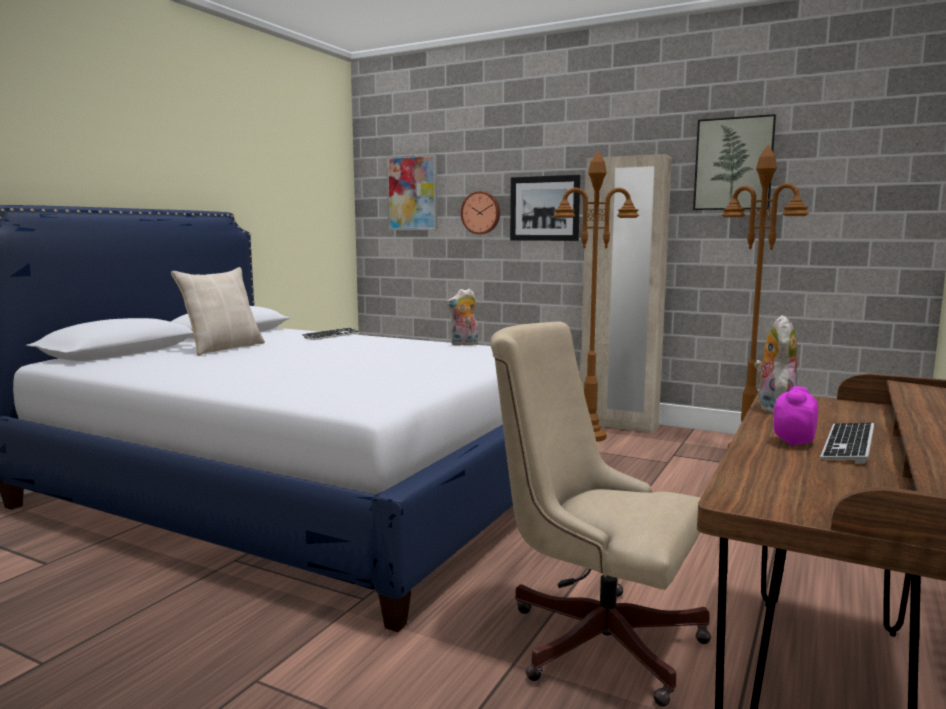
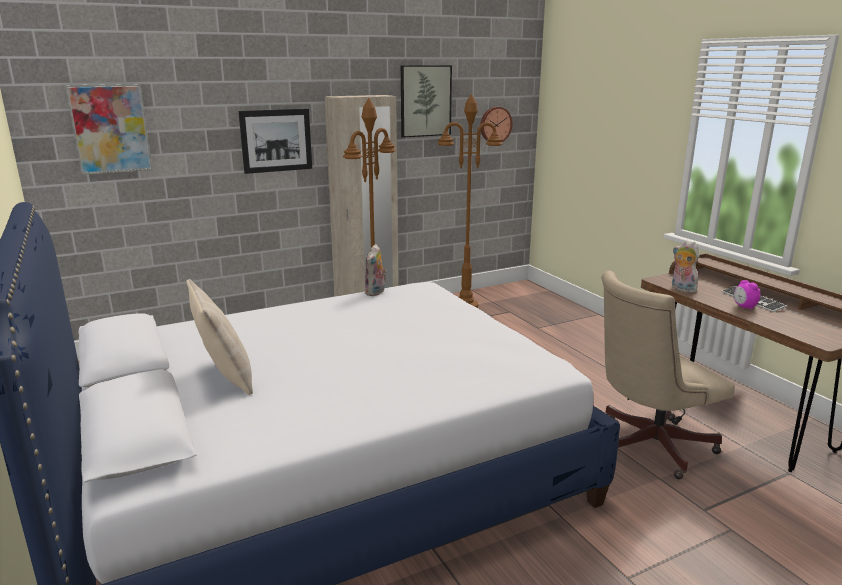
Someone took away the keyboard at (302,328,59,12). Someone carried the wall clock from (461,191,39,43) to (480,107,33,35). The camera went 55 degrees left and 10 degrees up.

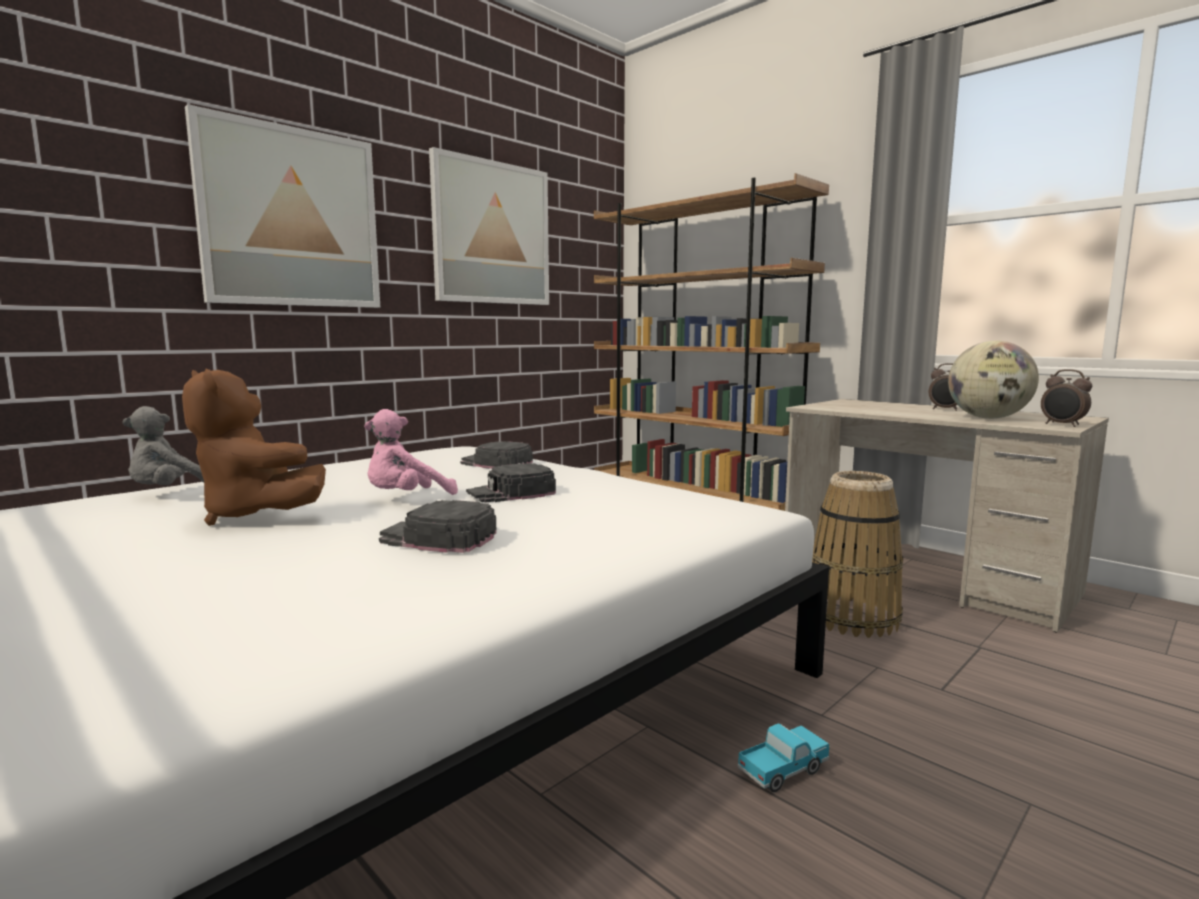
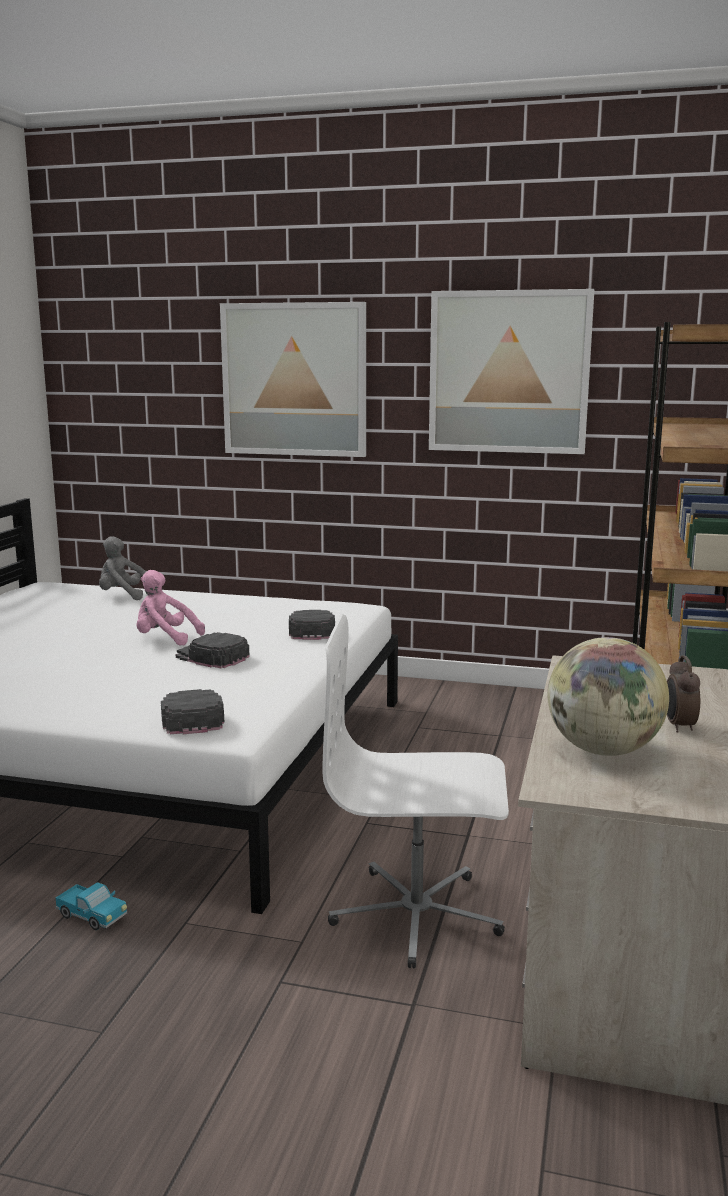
Someone took away the plush toy (brown) at (182,369,144,157). Someone carried the cap (black) from (379,500,118,53) to (161,689,63,45). Someone swapped the basket at (812,471,91,167) for the office chair (white) at (323,614,186,355). Someone took away the alarm clock at (1041,369,51,58). The camera went 60 degrees right and 5 degrees up.

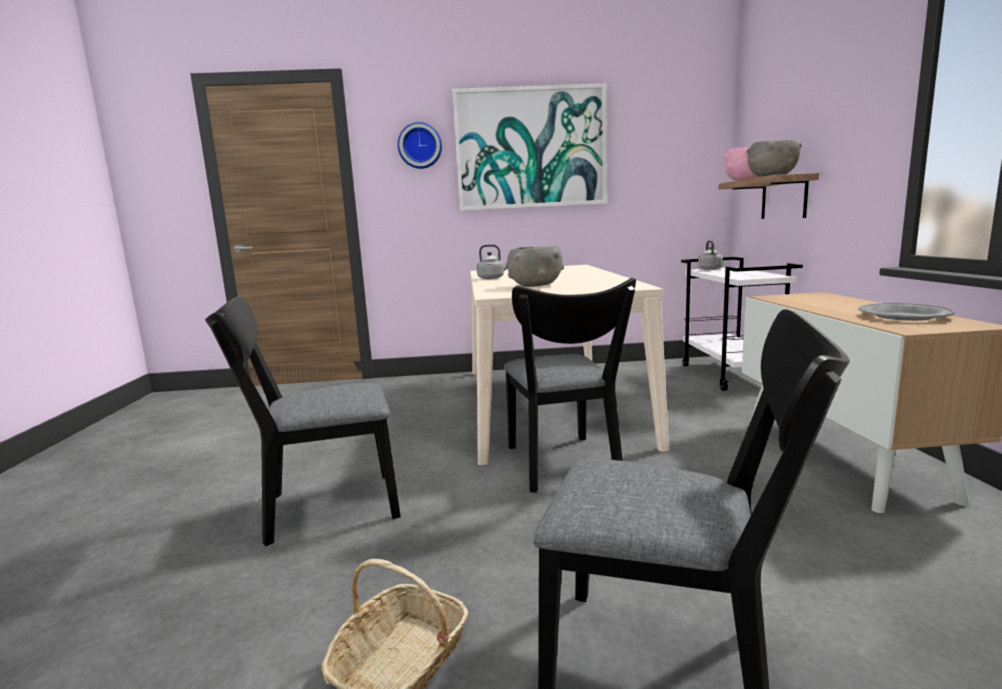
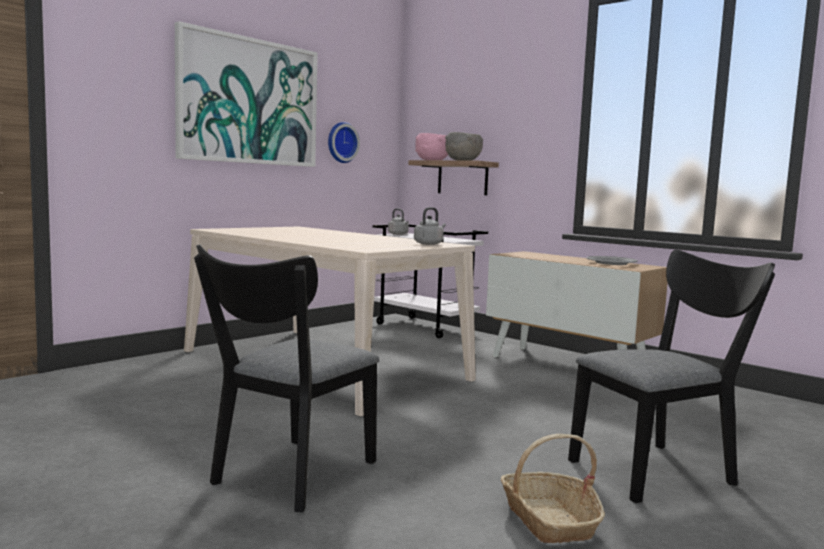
Someone carried the wall clock from (398,122,44,47) to (328,122,32,41). Someone carried the kettle (grey) from (477,244,31,35) to (414,207,32,38). Someone took away the chair (black) at (504,278,132,215). Someone took away the bowl (grey) at (507,245,57,42). The camera went 45 degrees left and 5 degrees down.

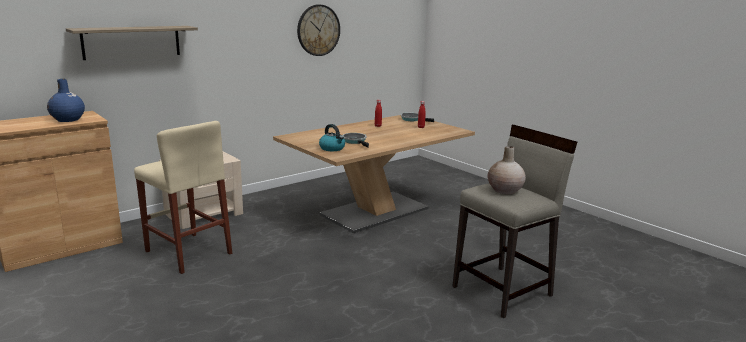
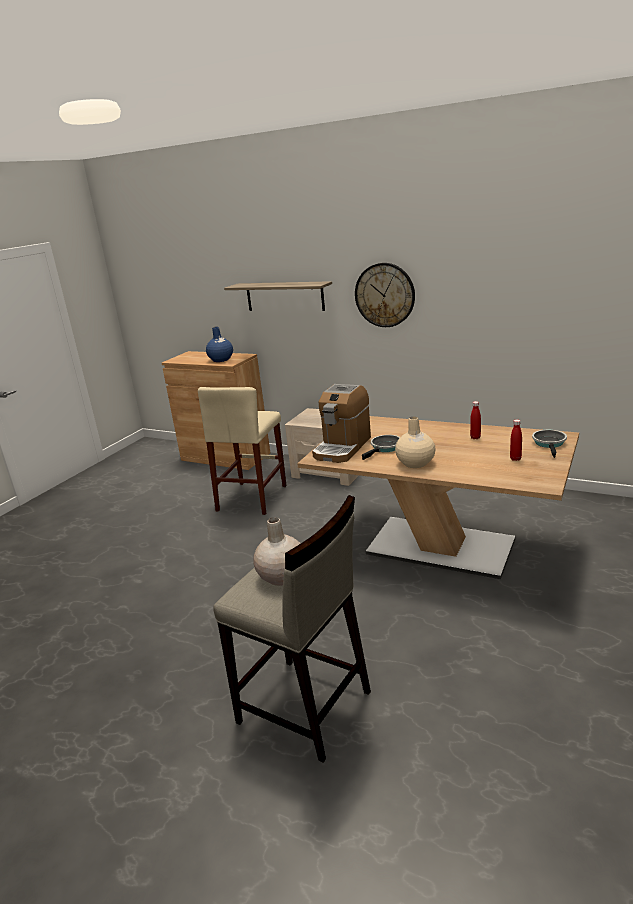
Someone carried the wall clock from (297,4,43,52) to (355,263,60,64). Someone swapped the kettle at (319,124,26,27) for the coffee machine at (312,384,59,79). Someone put down the vase (beige) at (395,417,40,51). The camera went 70 degrees right and 5 degrees up.

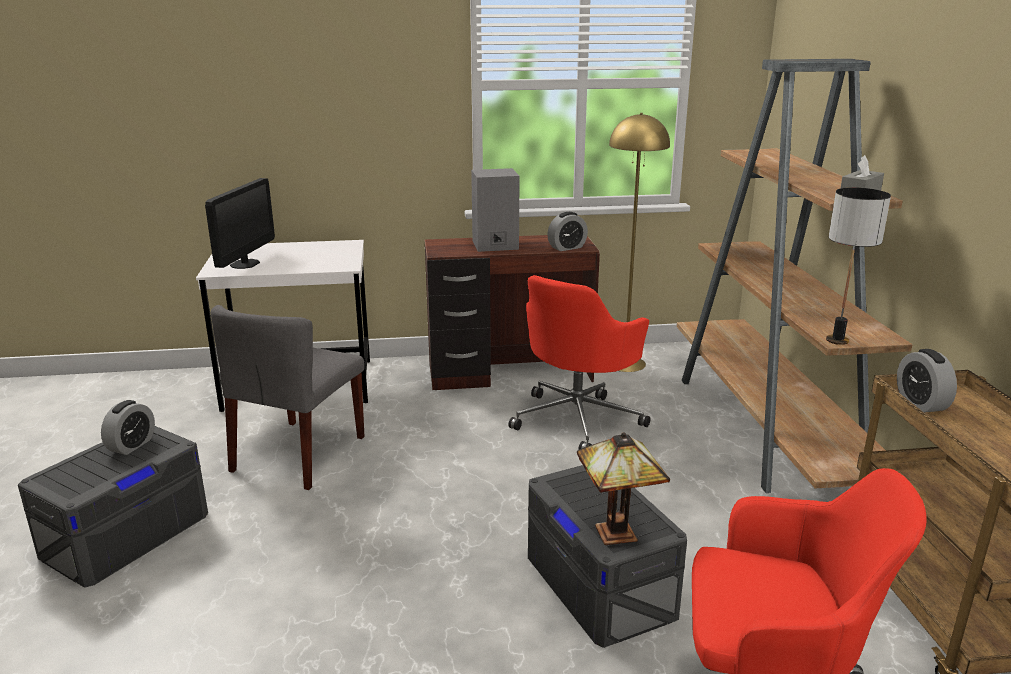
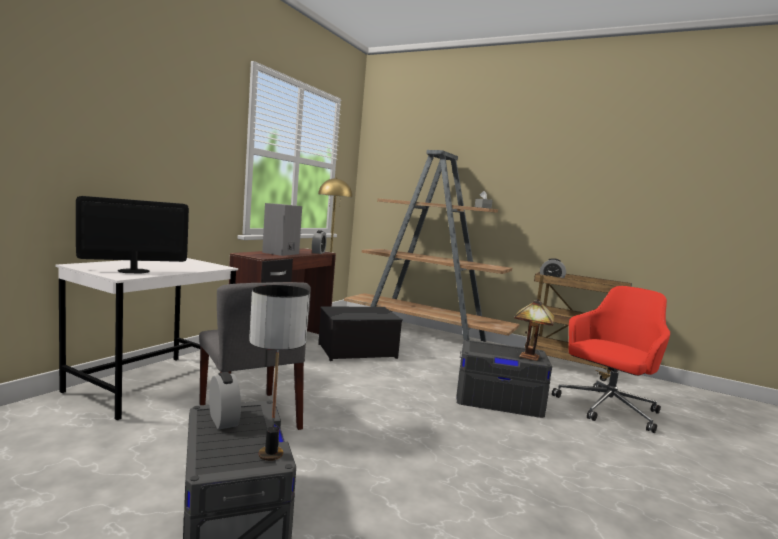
Someone rotated the monitor at (205,178,70,91) by 75 degrees counterclockwise. Someone swapped the office chair (red) at (508,275,142,175) for the storage box at (318,306,85,55). Someone carried the table lamp from (826,187,65,158) to (249,285,61,176). The camera went 55 degrees left and 15 degrees down.

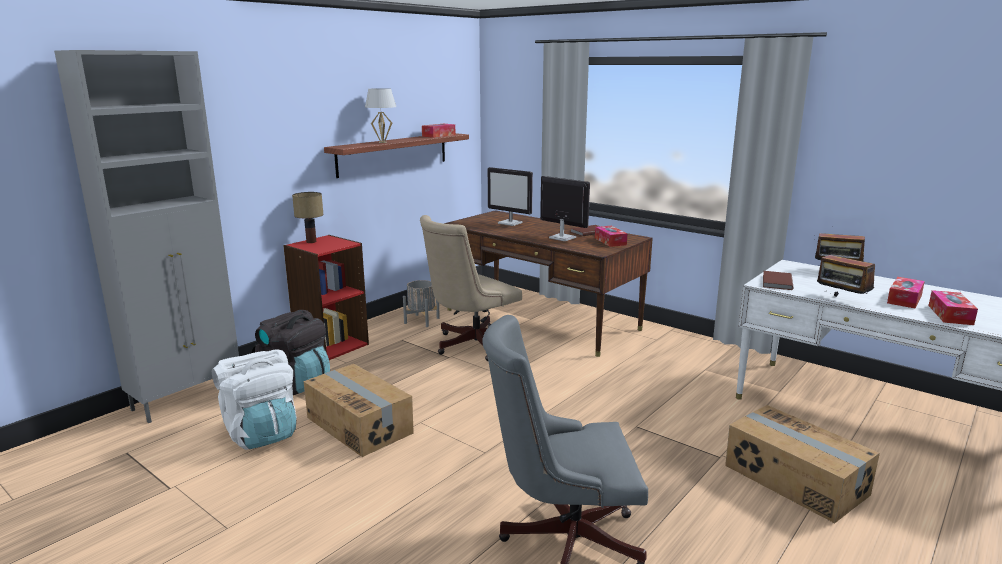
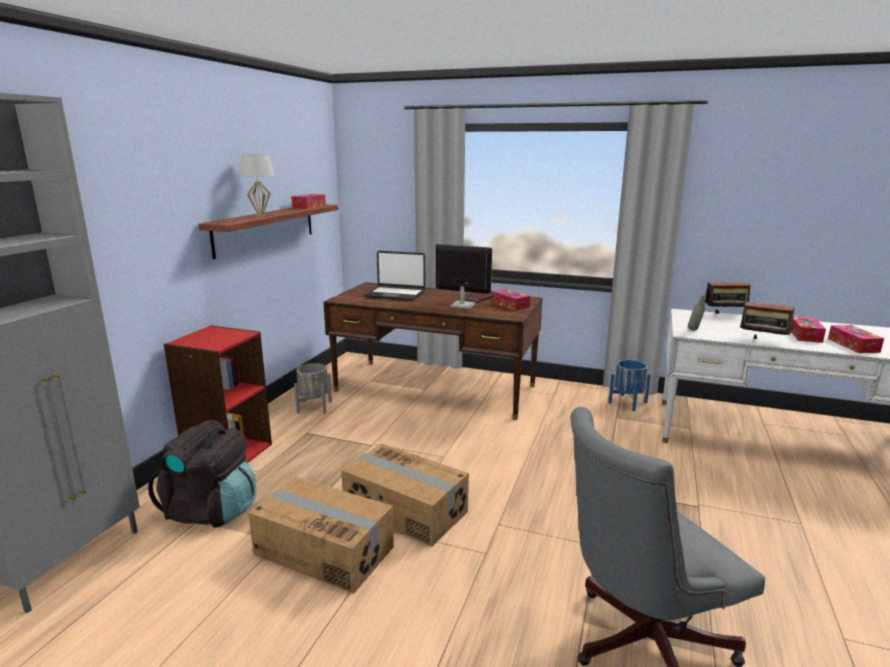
Someone took away the backpack (white) at (212,349,85,101). Someone took away the table lamp at (292,192,31,51). Someone took away the office chair (beige) at (420,215,102,146). Someone swapped the monitor at (488,167,45,59) for the laptop at (364,251,62,50). Someone carried the cardboard box from (725,405,155,118) to (341,443,128,104). Someone swapped the book (brown) at (763,271,30,19) for the bottle (grey) at (688,296,18,35). Someone put down the planter (blue) at (608,360,43,51). The camera went 20 degrees left and 0 degrees up.

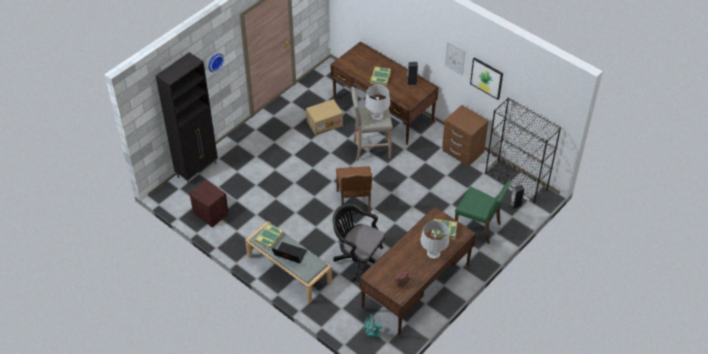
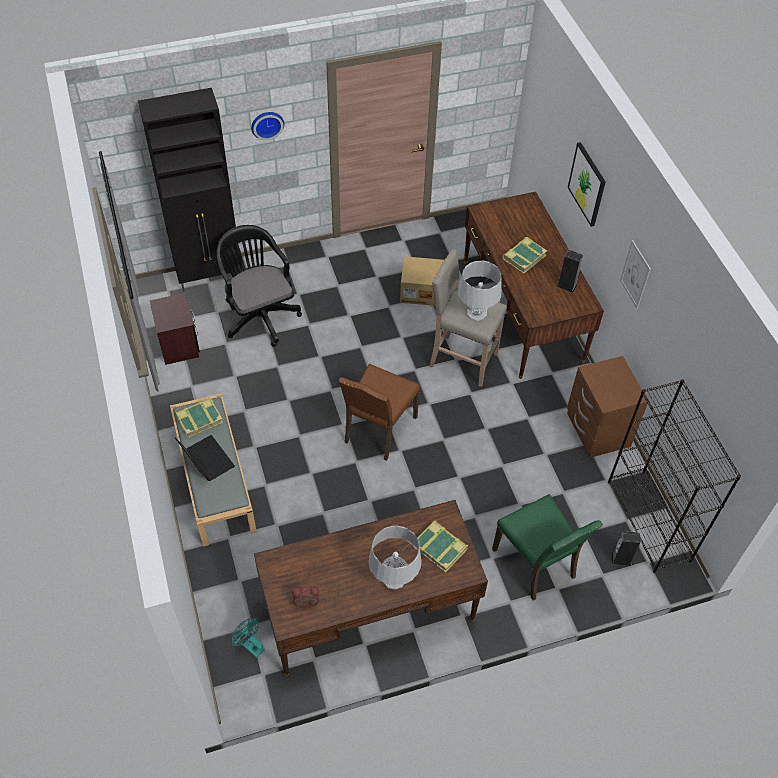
Someone carried the office chair (black) from (332,204,53,78) to (216,225,86,122). Someone carried the picture from (470,57,33,43) to (568,142,38,85). The camera went 30 degrees right and 5 degrees up.

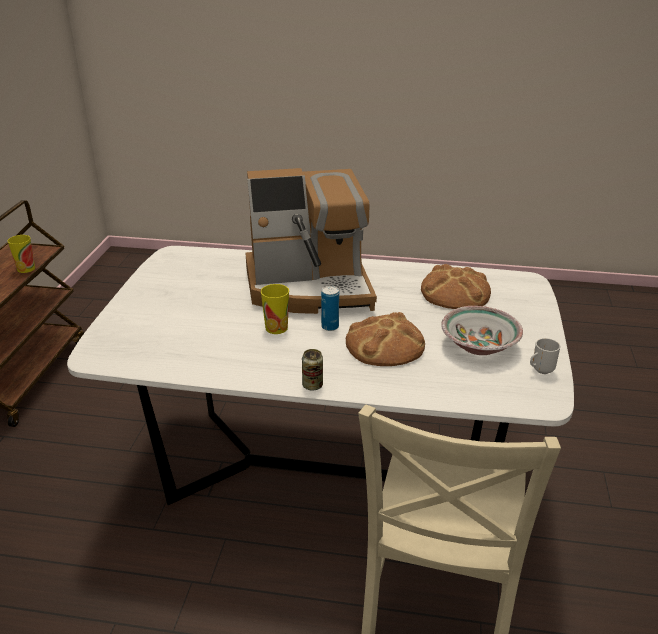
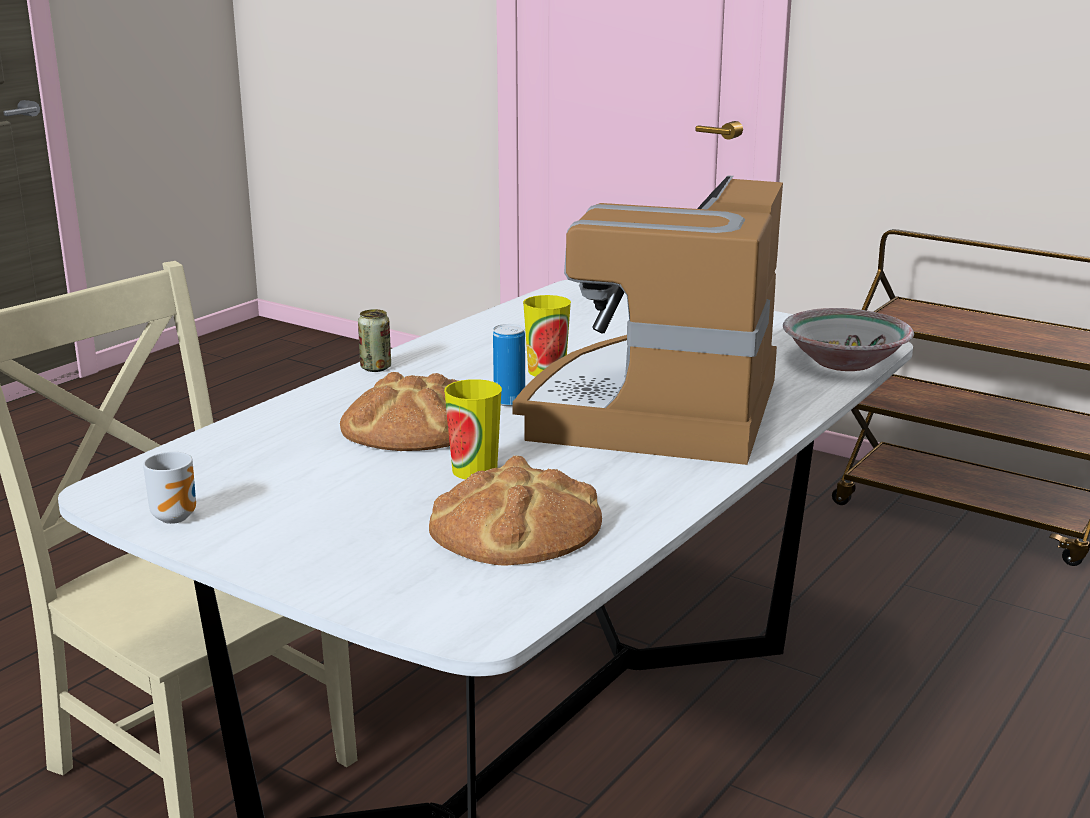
Someone carried the cup from (7,235,28,38) to (444,379,58,100). Someone carried the bowl from (441,306,82,49) to (783,308,131,63). The camera went 115 degrees right and 10 degrees down.

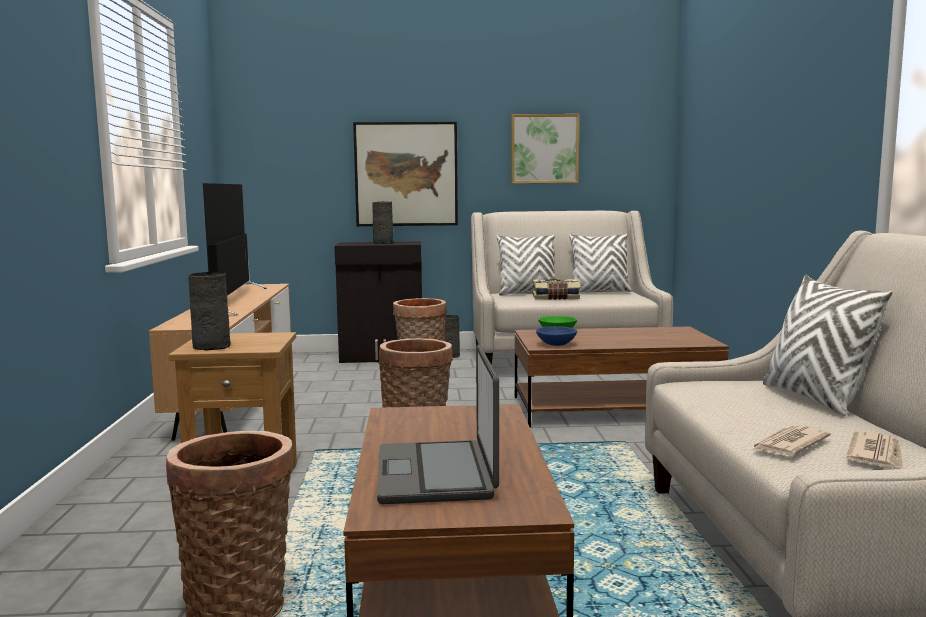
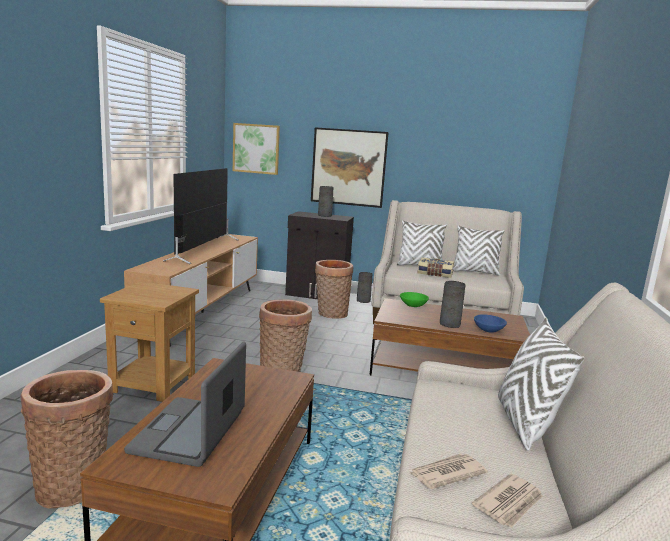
Someone carried the vase (grey) from (188,272,43,79) to (440,281,26,47). Someone carried the picture from (511,114,68,69) to (233,123,47,52). Someone carried the bowl (blue) from (536,326,41,20) to (474,314,33,19). The camera went 15 degrees right and 5 degrees up.

